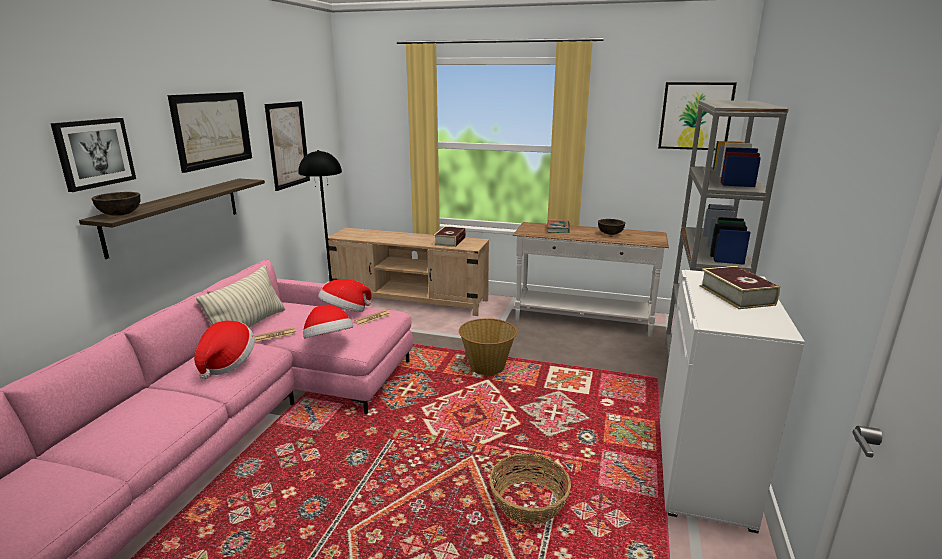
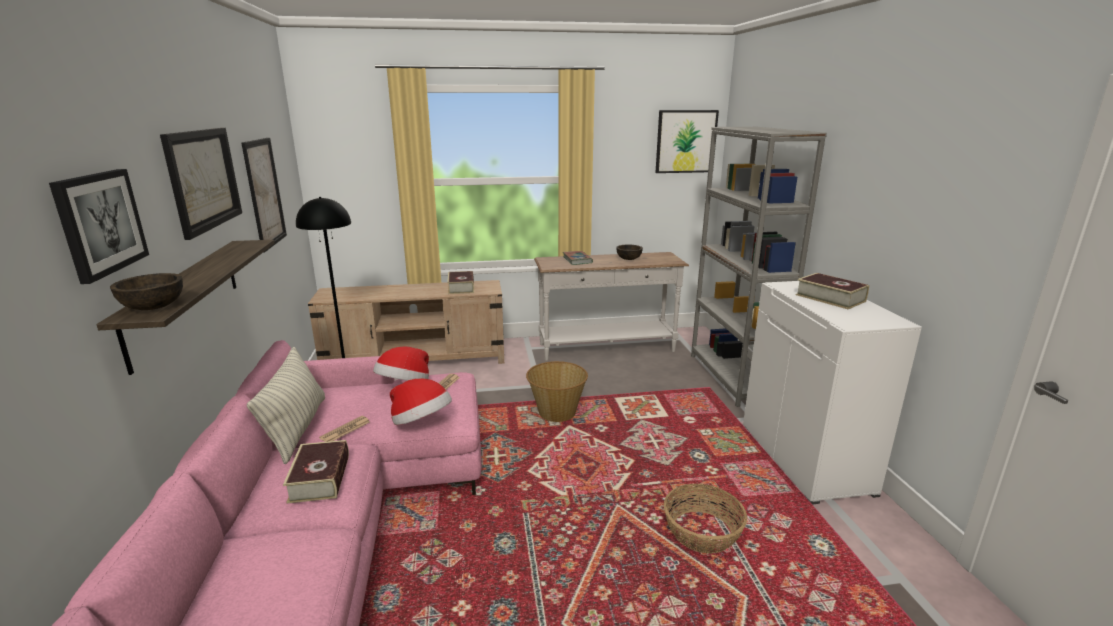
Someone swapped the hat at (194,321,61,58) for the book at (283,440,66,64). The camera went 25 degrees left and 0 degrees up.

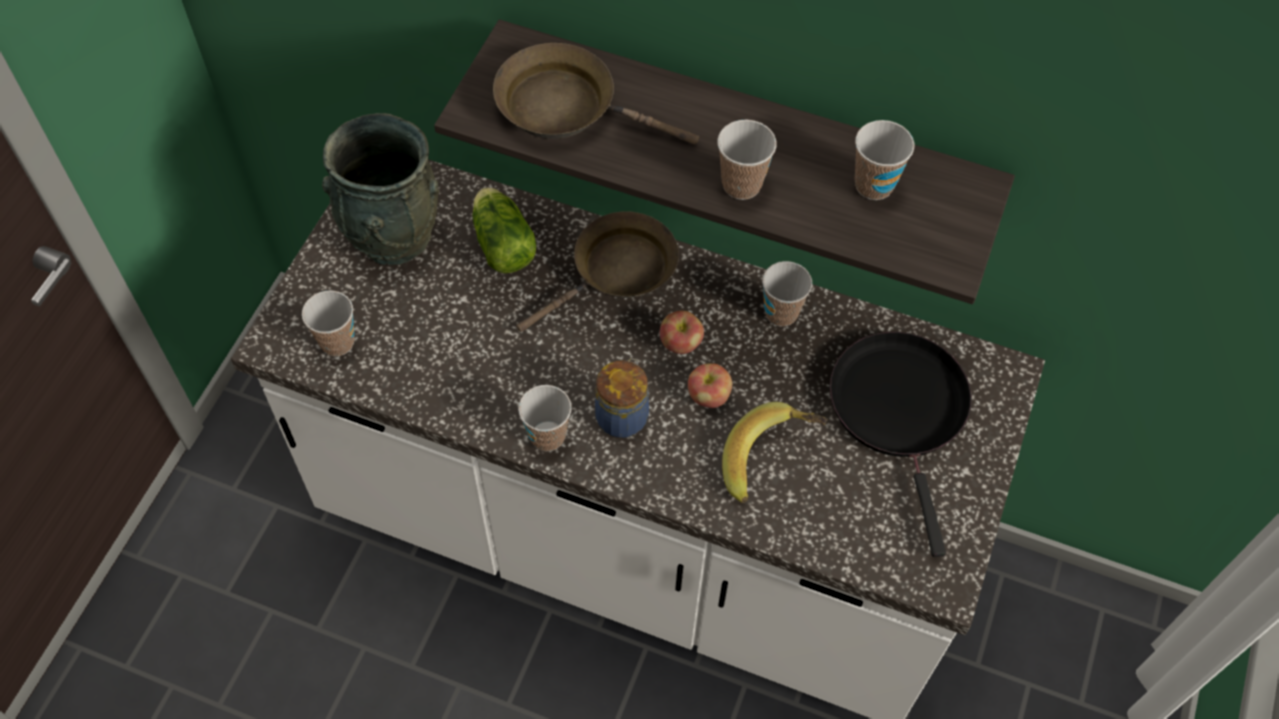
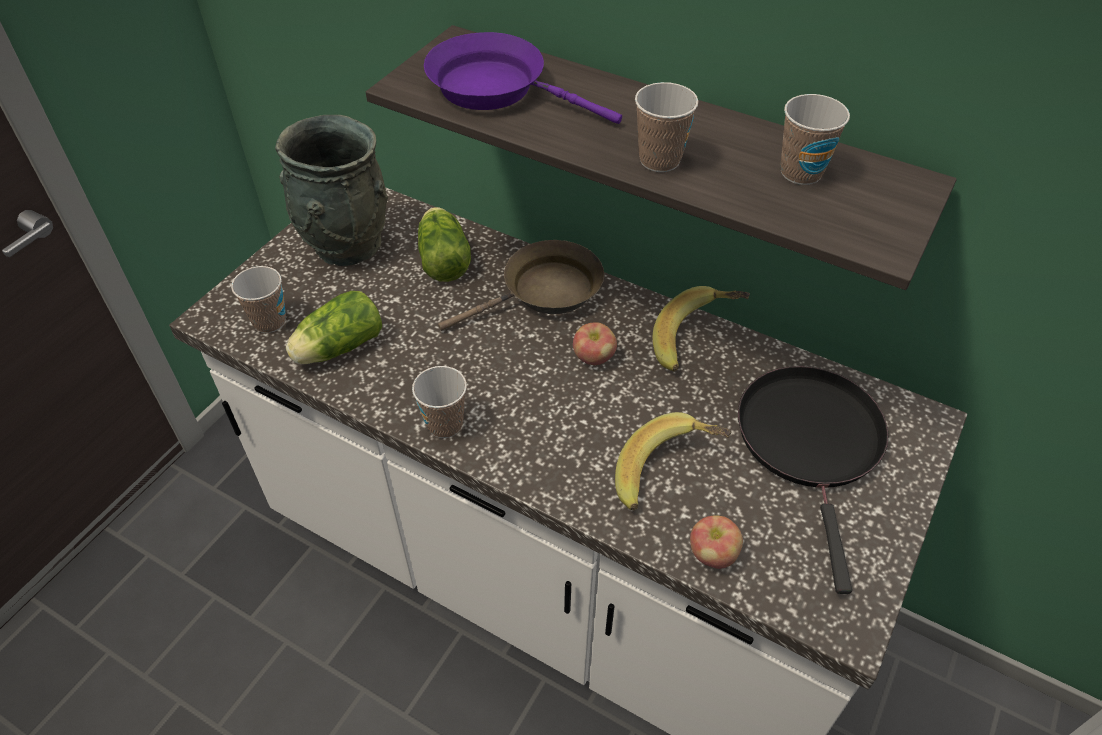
Someone repainted the frying pan (brown) at (493,43,206,101), which became the frying pan (purple) at (424,32,198,92). Someone took away the jar at (595,358,54,80). Someone carried the apple from (688,363,44,45) to (690,515,53,54). Someone swapped the cup at (762,261,50,65) for the banana at (653,286,97,85). Someone put down the lettuce at (286,291,96,73). The camera went 10 degrees right and 10 degrees down.

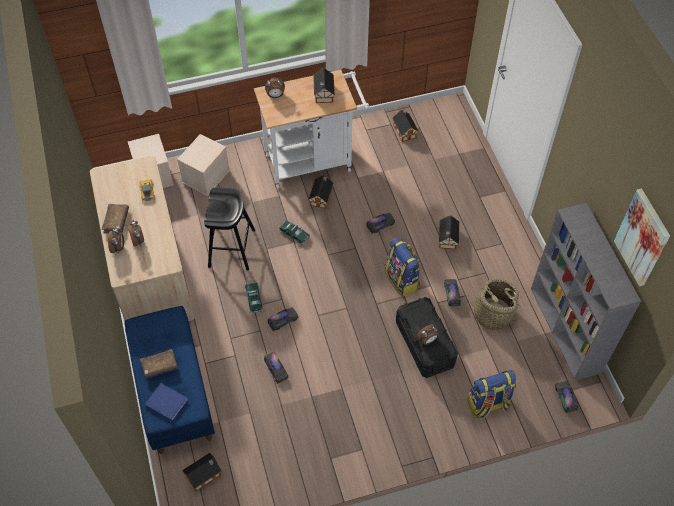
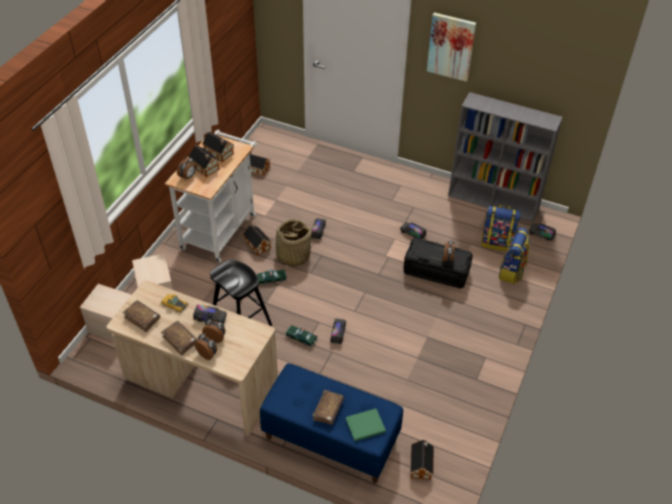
Someone repainted the book (blue) at (145,383,43,38), which became the book (green) at (346,409,40,32). Someone carried the toy truck from (264,352,25,32) to (193,305,34,19). Someone carried the backpack from (385,238,36,59) to (481,205,40,46). Someone carried the toy house from (439,215,20,34) to (189,145,31,32). Someone carried the basket from (468,279,52,51) to (269,219,44,48). Someone carried the picture from (614,188,56,98) to (427,13,49,69). Someone put down the book (brown) at (123,300,37,32). The camera went 50 degrees left and 10 degrees down.

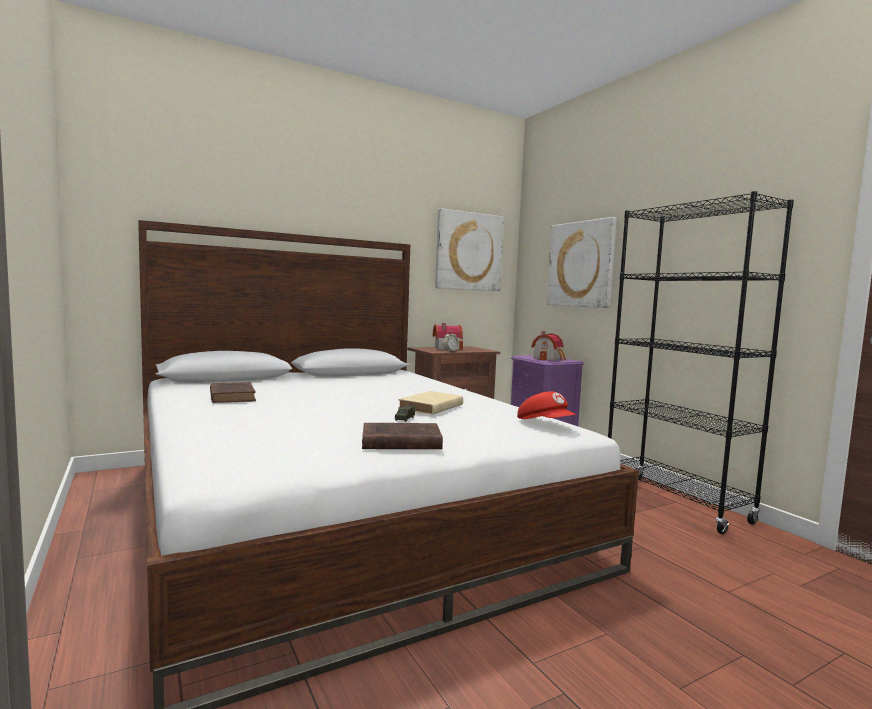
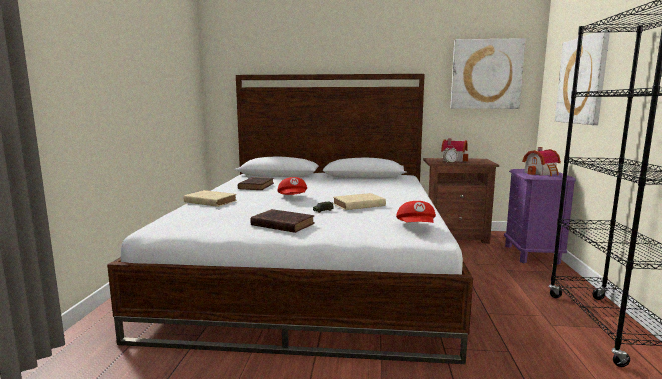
Someone put down the book (beige) at (184,190,53,17). Someone put down the cap (red) at (277,177,30,18). The camera went 35 degrees right and 5 degrees up.

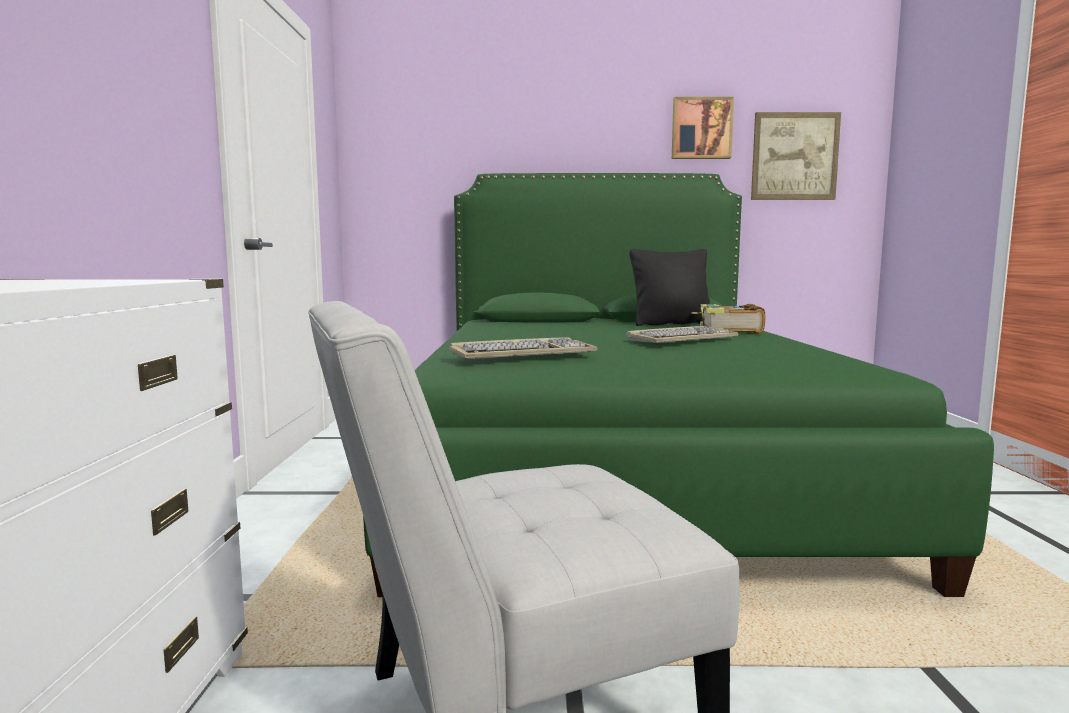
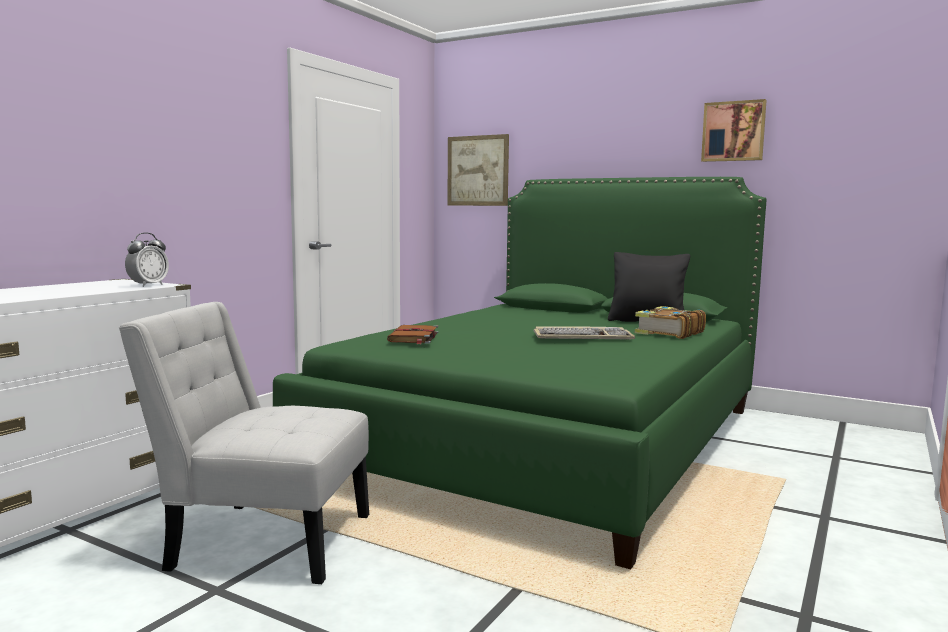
Someone swapped the keyboard at (450,337,148,22) for the book (brown) at (387,325,51,19). Someone carried the picture from (751,112,90,88) to (447,134,62,72). Someone put down the alarm clock at (125,232,44,55). The camera went 30 degrees right and 0 degrees up.

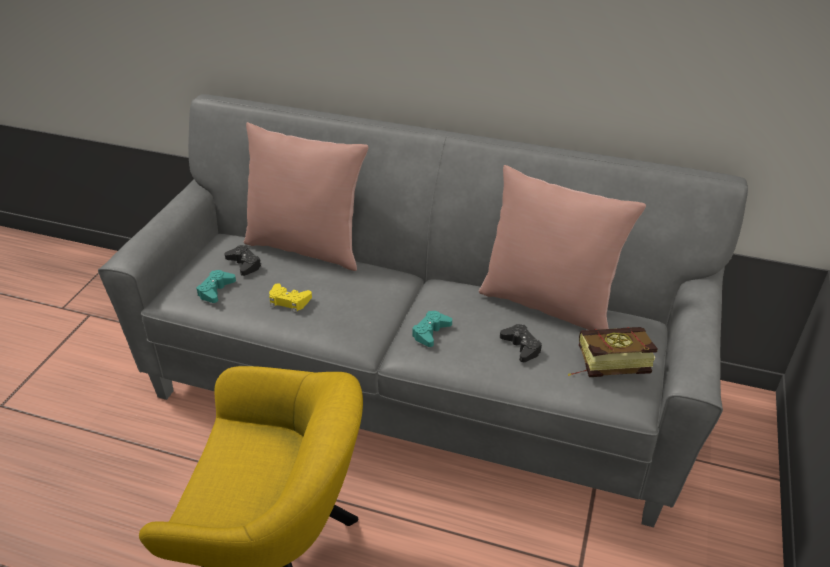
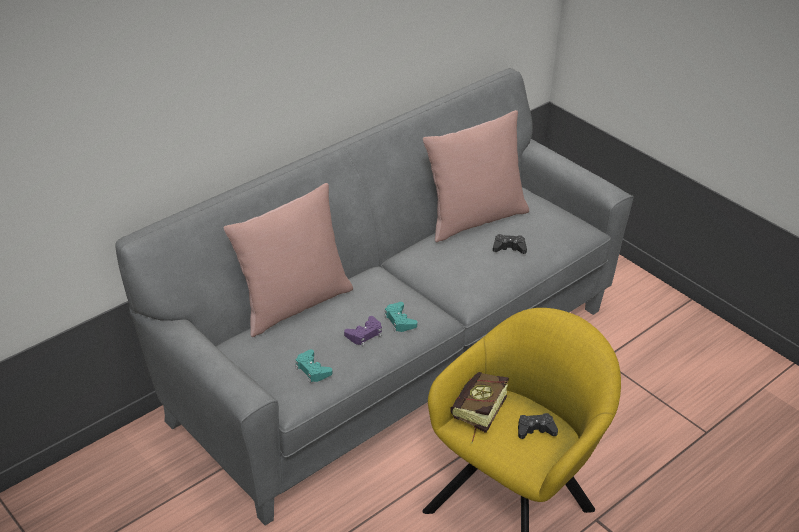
Someone carried the game controller (black) from (224,245,38,31) to (518,413,40,26). Someone repainted the game controller (yellow) at (269,283,43,29), which became the game controller (purple) at (344,316,38,30). Someone carried the game controller (turquoise) from (412,311,40,36) to (384,302,33,30). Someone carried the book from (568,327,90,50) to (450,372,59,72). The camera went 60 degrees left and 0 degrees up.

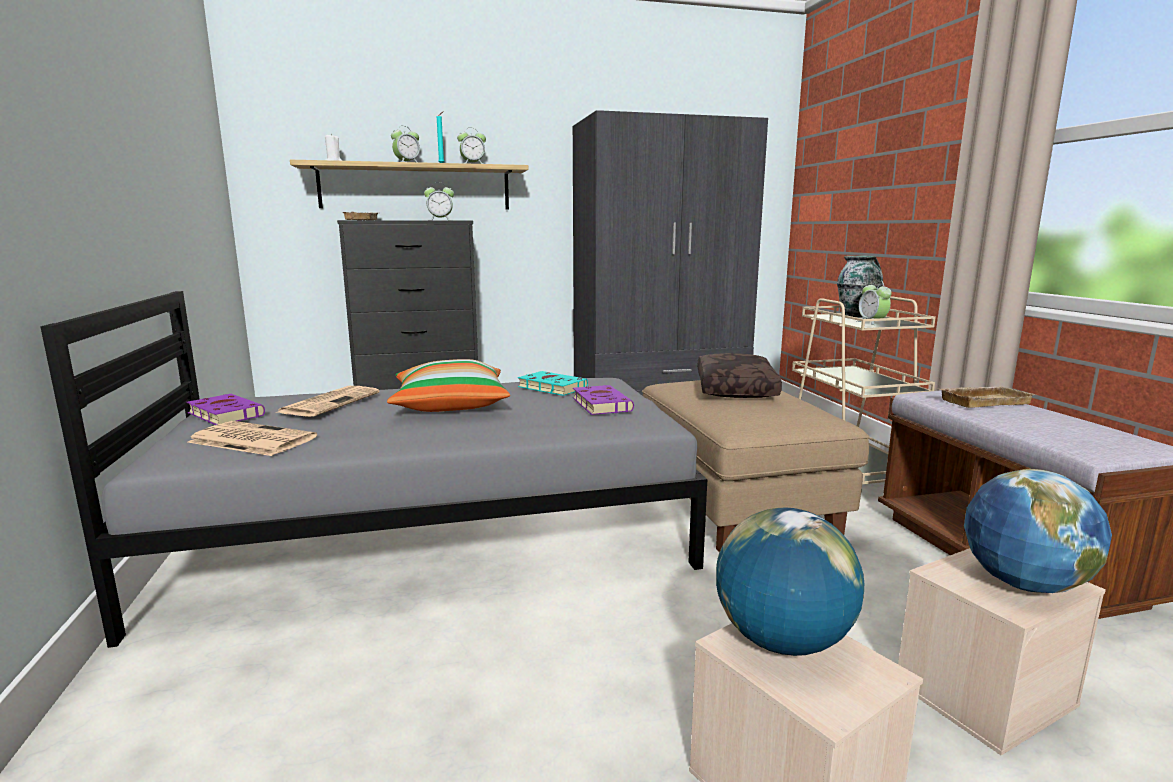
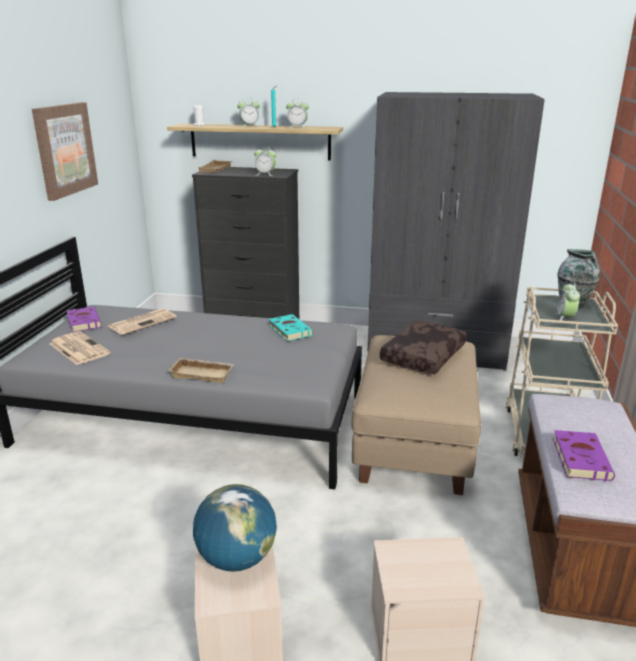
Someone took away the pillow at (387,359,123,53). Someone carried the book (purple) from (573,385,61,30) to (553,430,62,51). Someone carried the tray (beige) from (937,386,99,22) to (168,358,66,25). Someone took away the globe at (964,469,148,124). Someone put up the picture at (32,102,66,99). The camera went 25 degrees right and 10 degrees up.

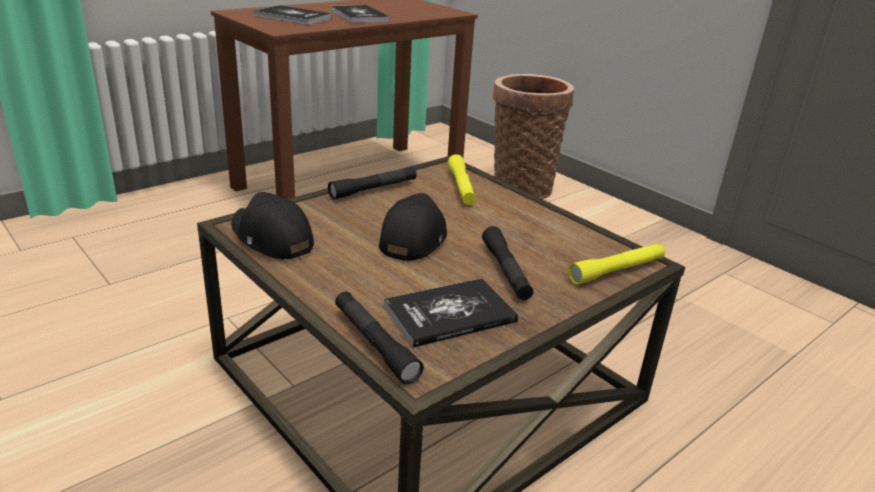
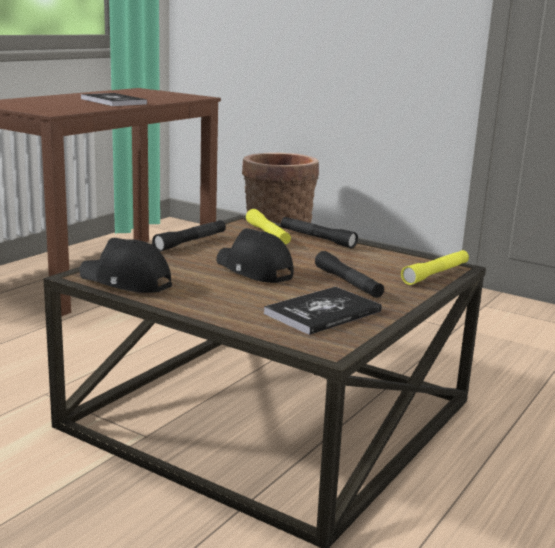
Someone took away the book at (254,5,77,20). Someone carried the flashlight (black) from (335,292,89,92) to (281,217,77,31). Someone rotated the cap (black) at (379,193,68,68) by 45 degrees counterclockwise. The camera went 15 degrees left and 10 degrees down.

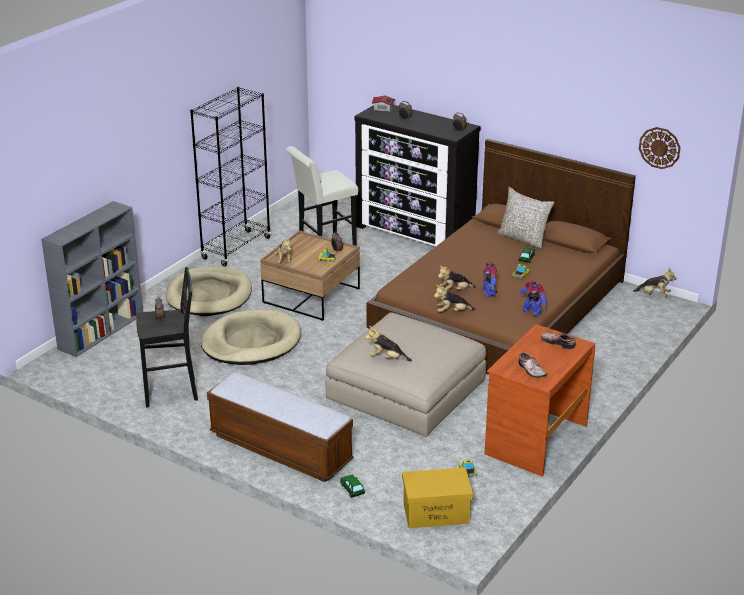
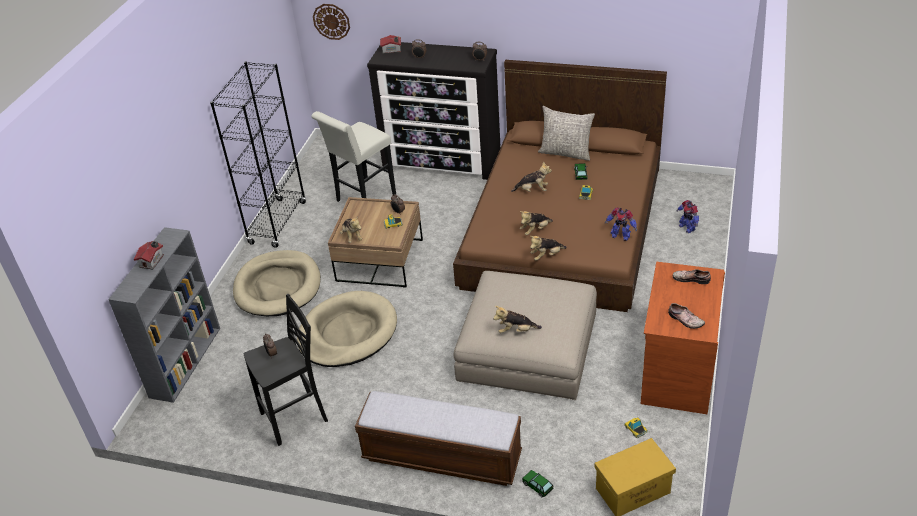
Someone carried the toy robot from (482,262,15,36) to (676,200,23,33). Someone carried the plush toy from (633,268,43,29) to (511,161,41,31). Someone carried the wall clock from (639,127,41,42) to (313,4,37,36). Someone put down the toy house at (134,241,30,29). The camera went 15 degrees left and 10 degrees up.

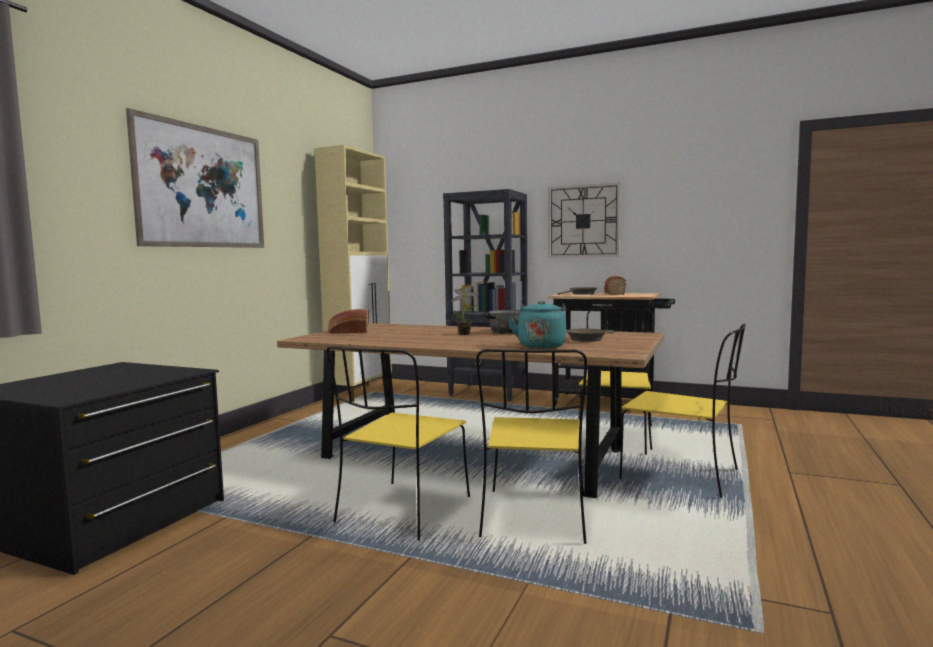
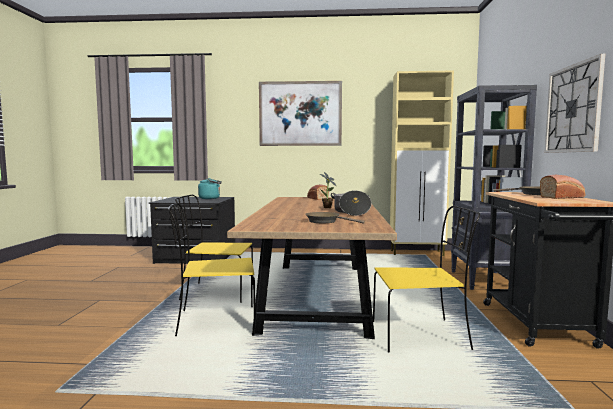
Someone carried the kettle (turquoise) from (508,300,58,49) to (198,178,24,21). Someone took away the chair (yellow) at (619,323,127,175). The camera went 70 degrees right and 0 degrees up.

